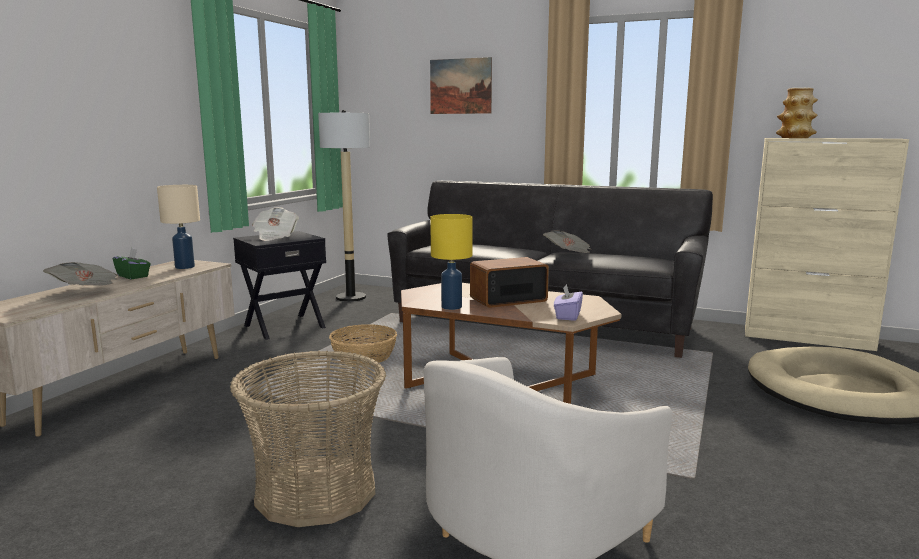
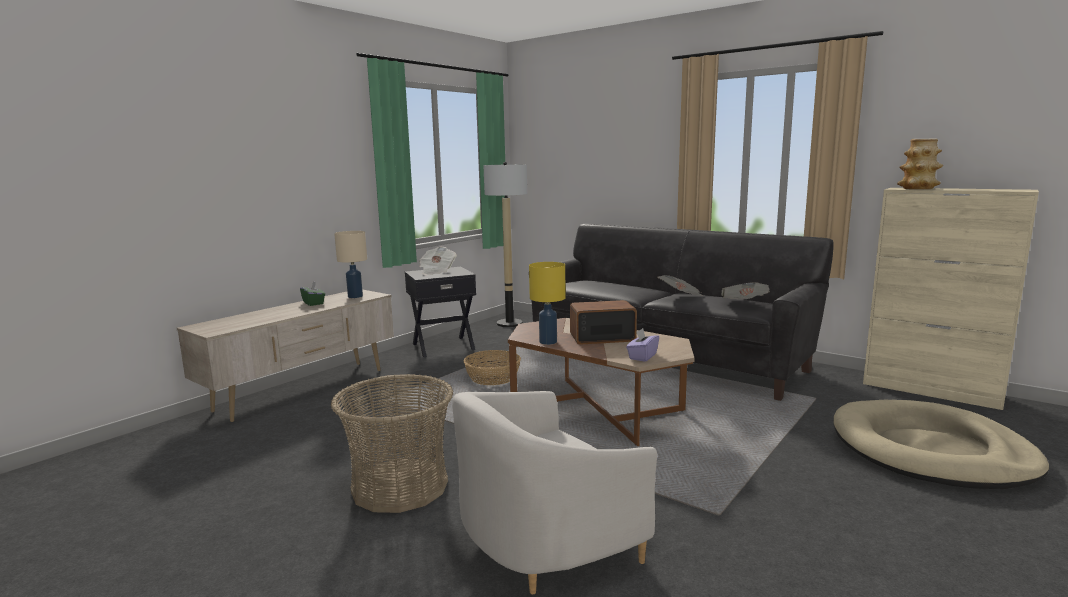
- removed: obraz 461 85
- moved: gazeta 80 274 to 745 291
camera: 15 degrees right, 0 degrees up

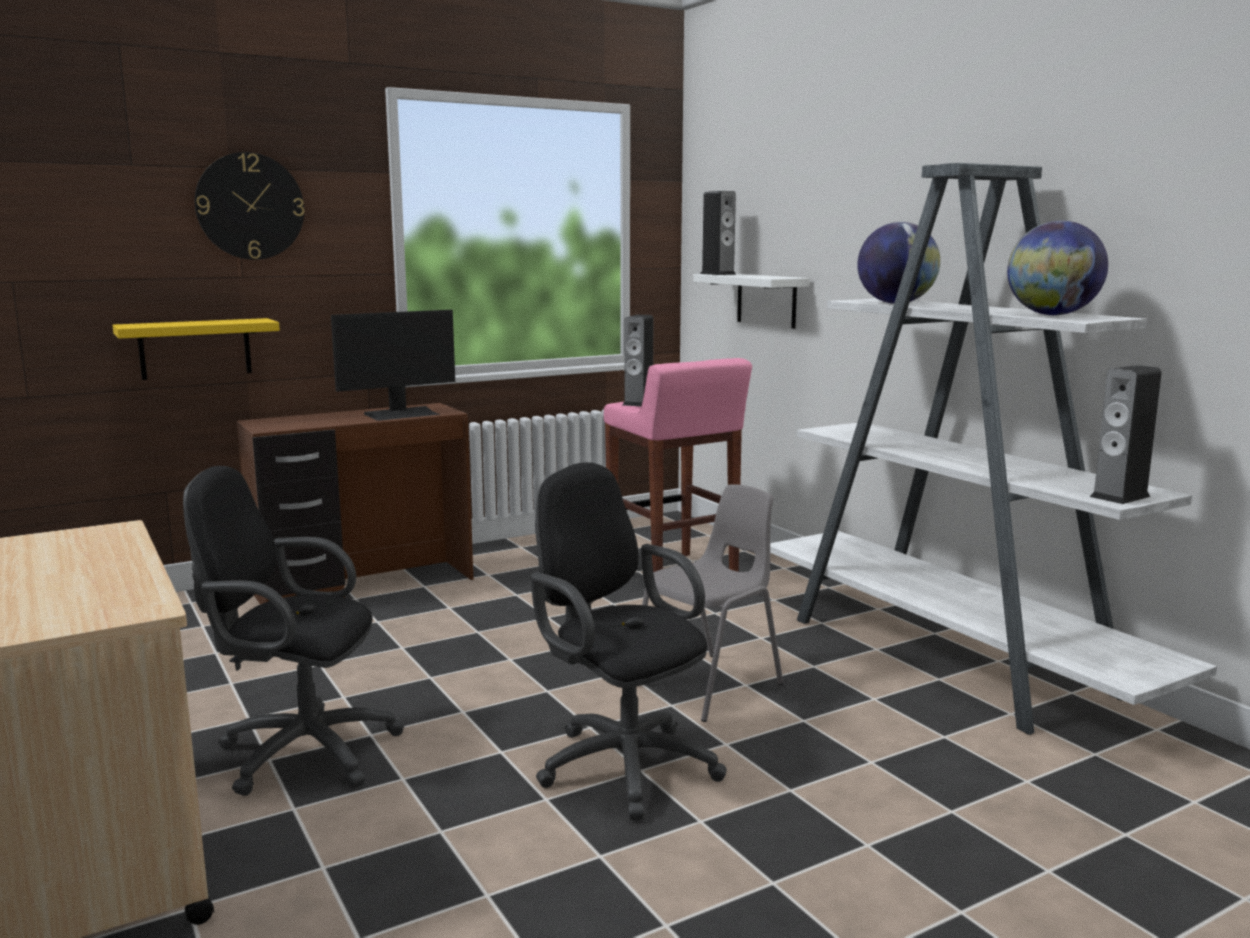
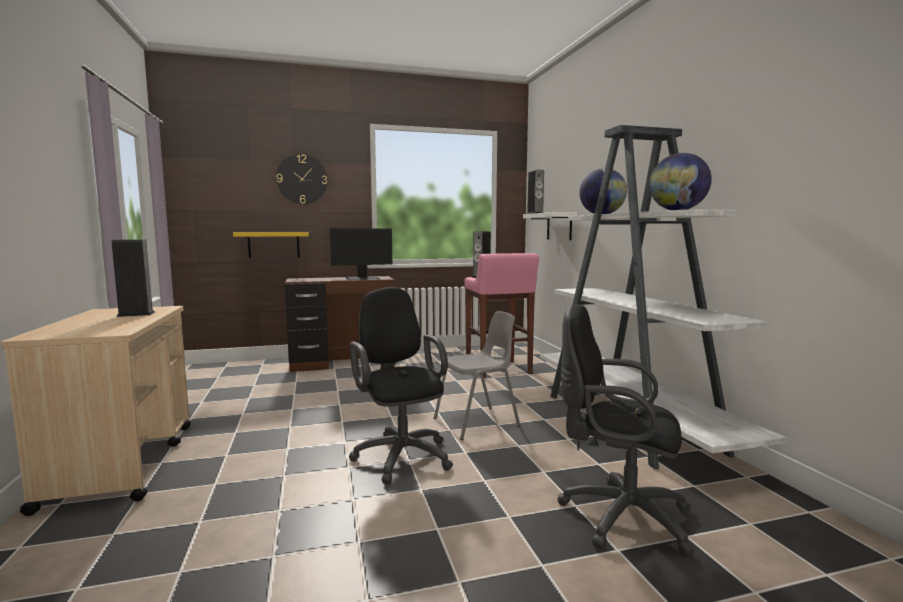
- moved: głośnik 1126 434 to 133 278
- moved: krzesło biurowe/czarny 293 631 to 626 430
camera: 15 degrees right, 5 degrees down

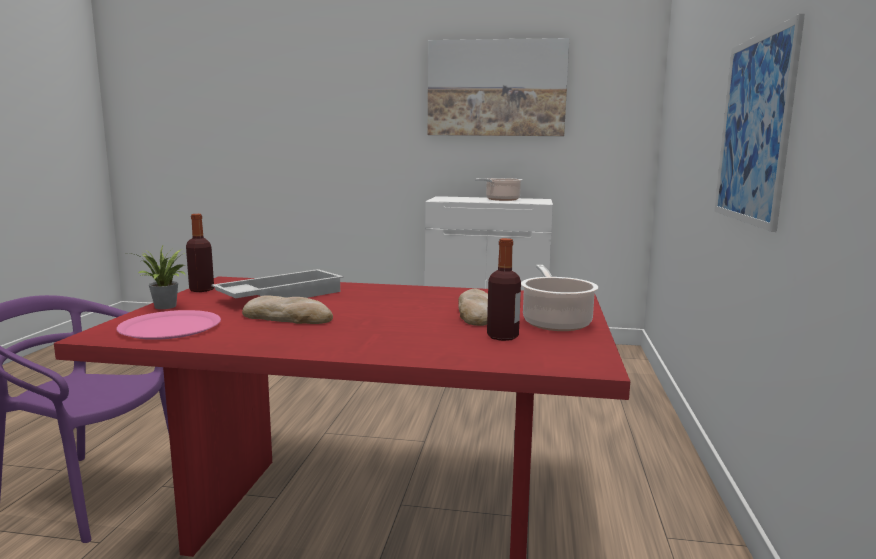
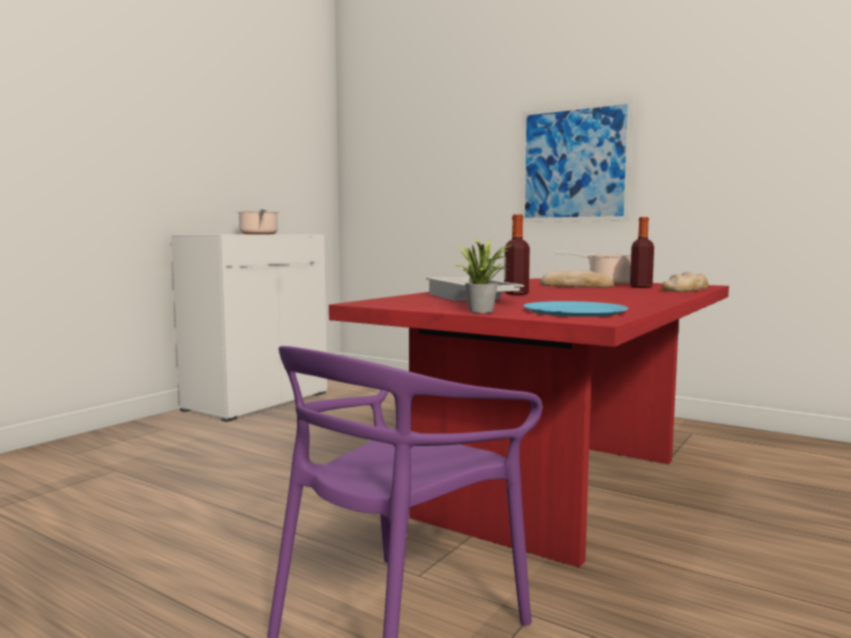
- removed: obraz 498 87
- moved: butelka 200 253 to 517 254
- moved: chleb 287 310 to 685 282
- recoloured: talerz/różowy 168 325 to talerz/niebieski 575 309
camera: 65 degrees left, 5 degrees down

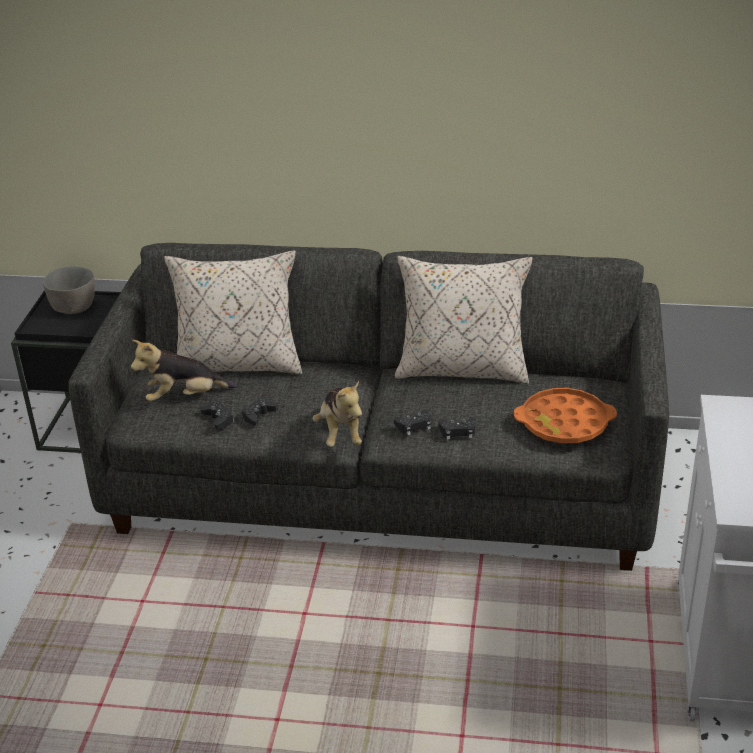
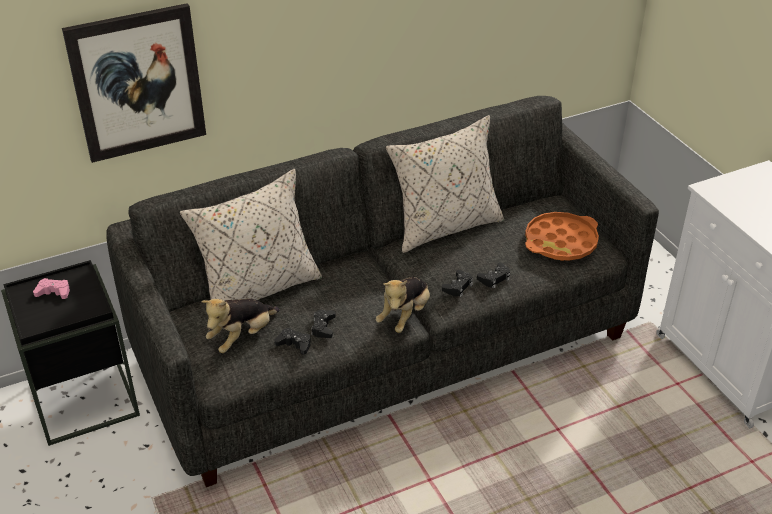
- replaced: miska/szary 69 290 to pad do gier/różowy 51 288
- turned: pluszak 337 414 = 402 305 75 degrees clockwise
- added: obraz 134 83
camera: 35 degrees left, 5 degrees up

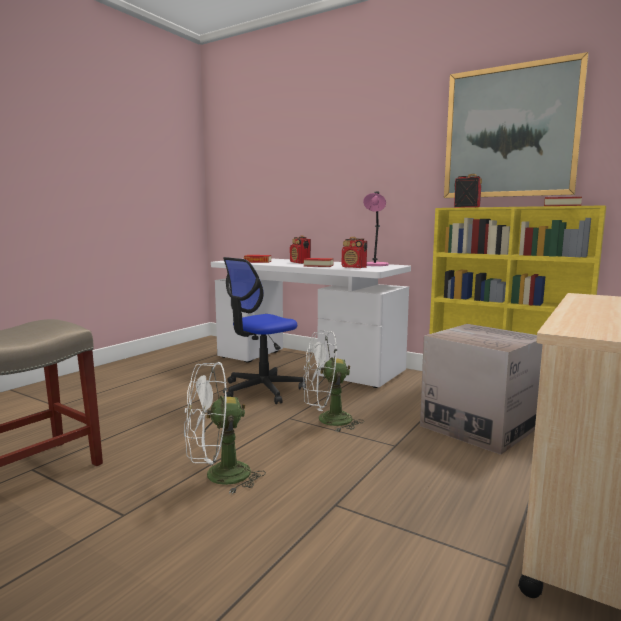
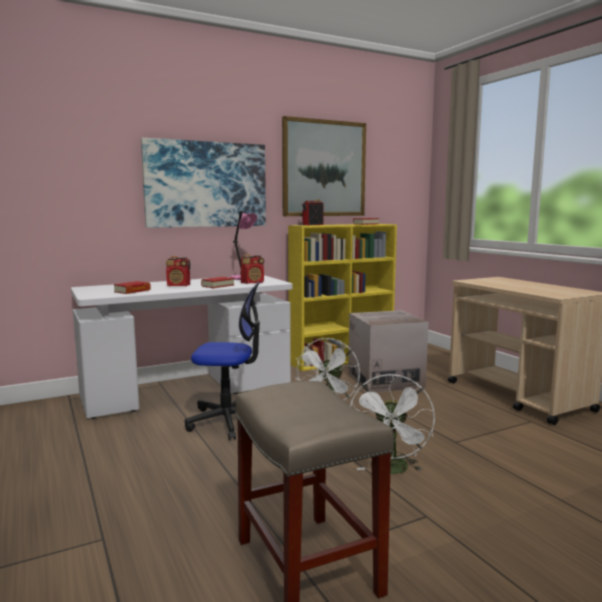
- turned: krzesło biurowe 264 330 = 222 361 75 degrees counterclockwise
- added: obraz 203 183
camera: 60 degrees left, 0 degrees up

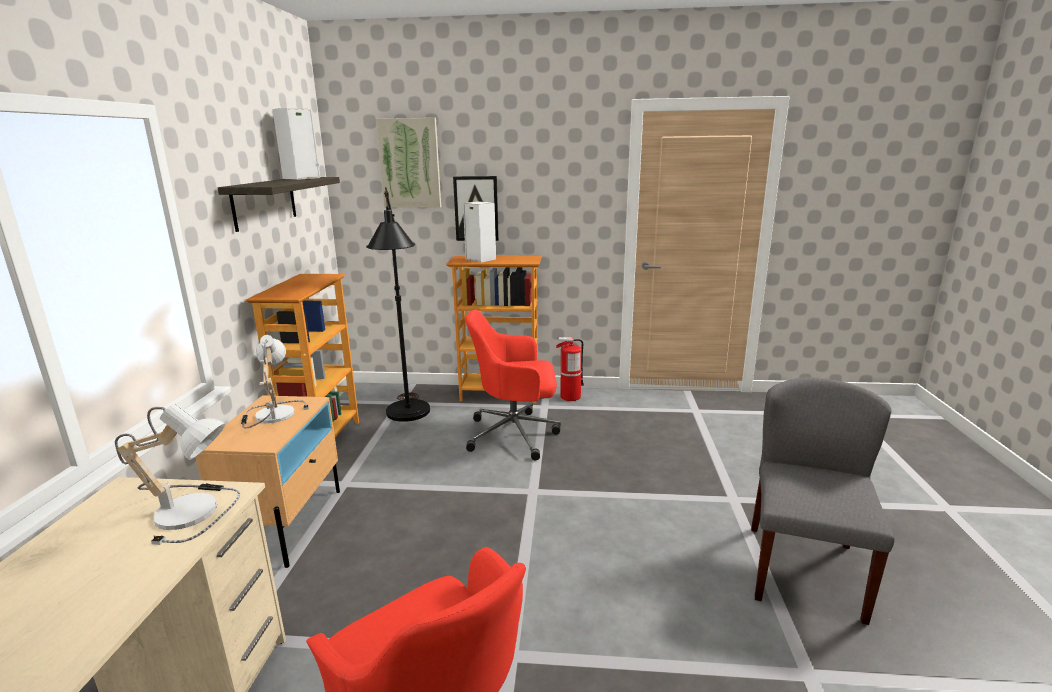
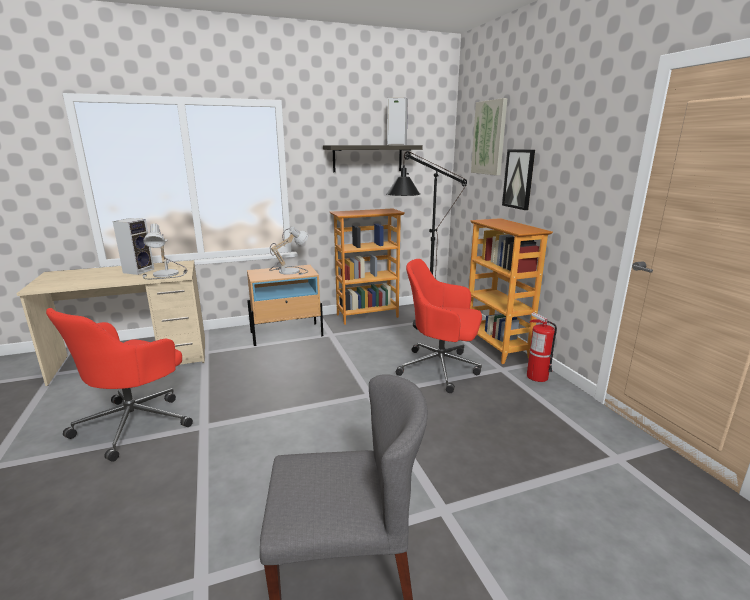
- moved: głośnik 479 231 to 133 246
- turned: krzesło biurowe/czerwony 513 385 = 439 326 45 degrees counterclockwise
camera: 65 degrees right, 0 degrees up

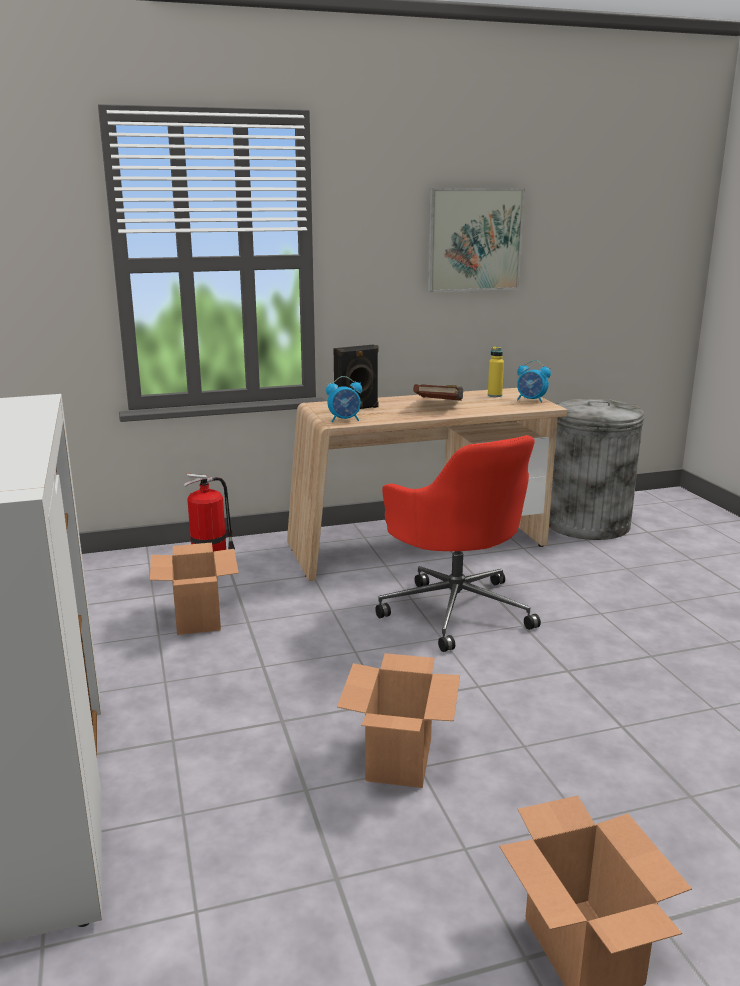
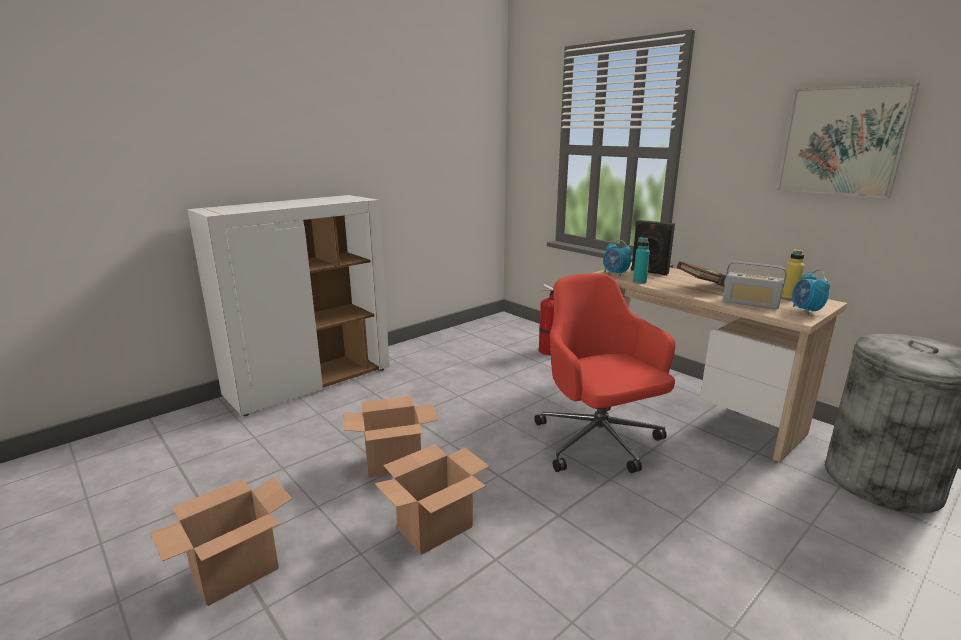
- turned: krzesło biurowe/czerwony 458 543 = 605 373 120 degrees clockwise
- moved: karton 194 589 to 431 499
- added: butelka/turkusowy 641 260
- added: radio 755 285
camera: 65 degrees right, 0 degrees up

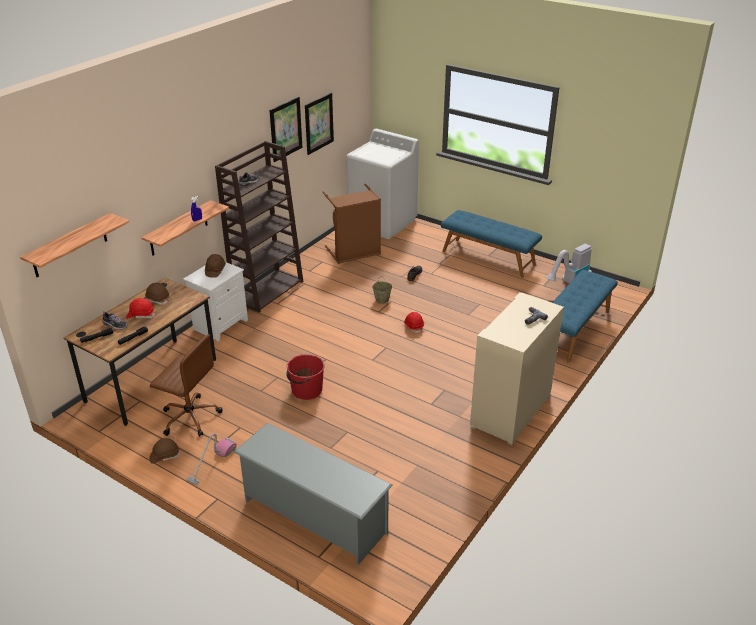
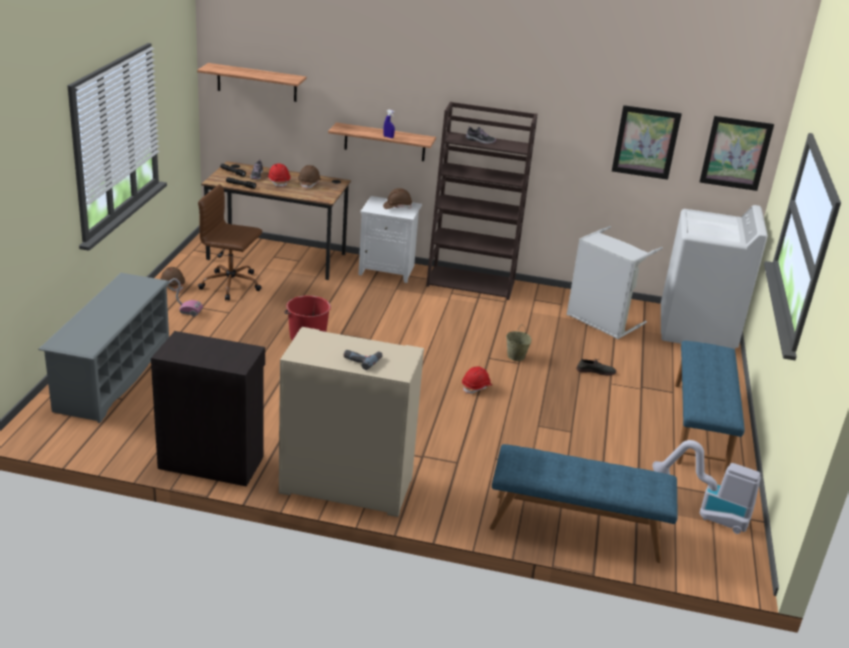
- moved: obraz 285 129 to 736 153
- recoloured: kosz na pranie/brązowy 352 223 to kosz na pranie/szary 615 282
- turned: krzesło biurowe/brązowy 186 386 = 230 242 105 degrees clockwise
- added: szafka/czarny 208 409
camera: 65 degrees right, 5 degrees down

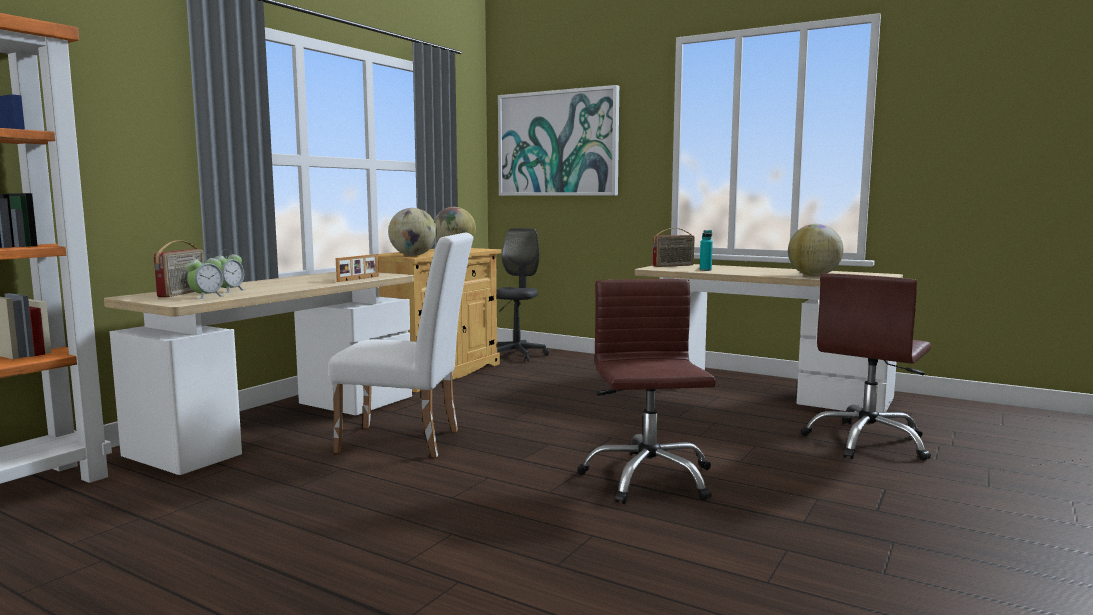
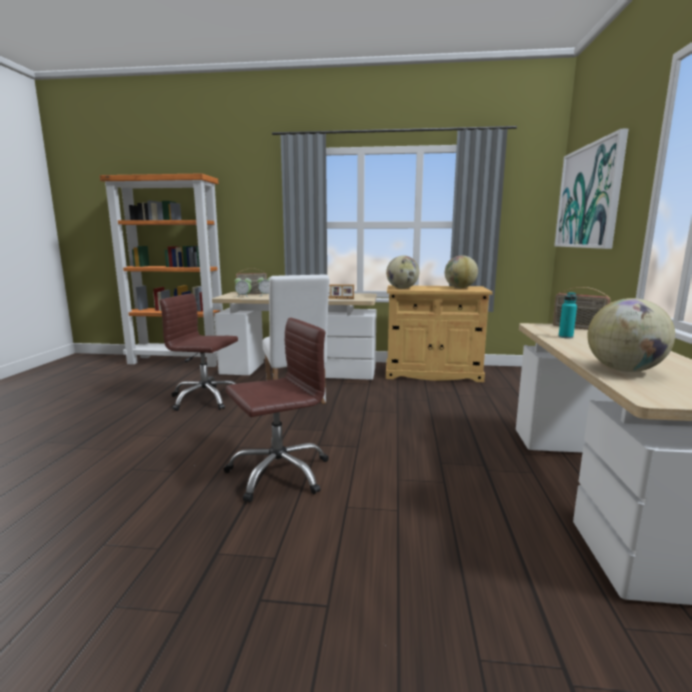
- removed: krzesło biurowe/szary 523 295
- moved: krzesło biurowe/brązowy 866 367 to 198 352
camera: 65 degrees right, 5 degrees up

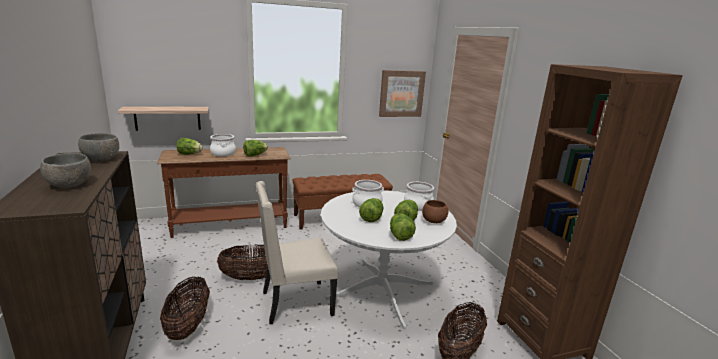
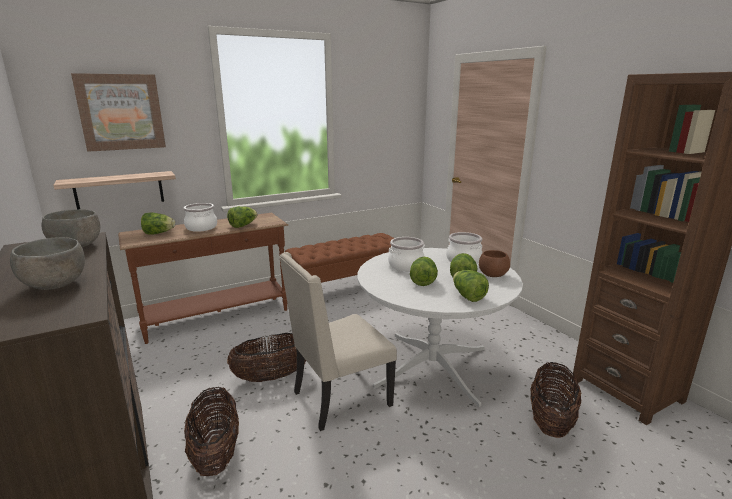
- moved: obraz 402 93 to 118 112
camera: 10 degrees left, 0 degrees up

